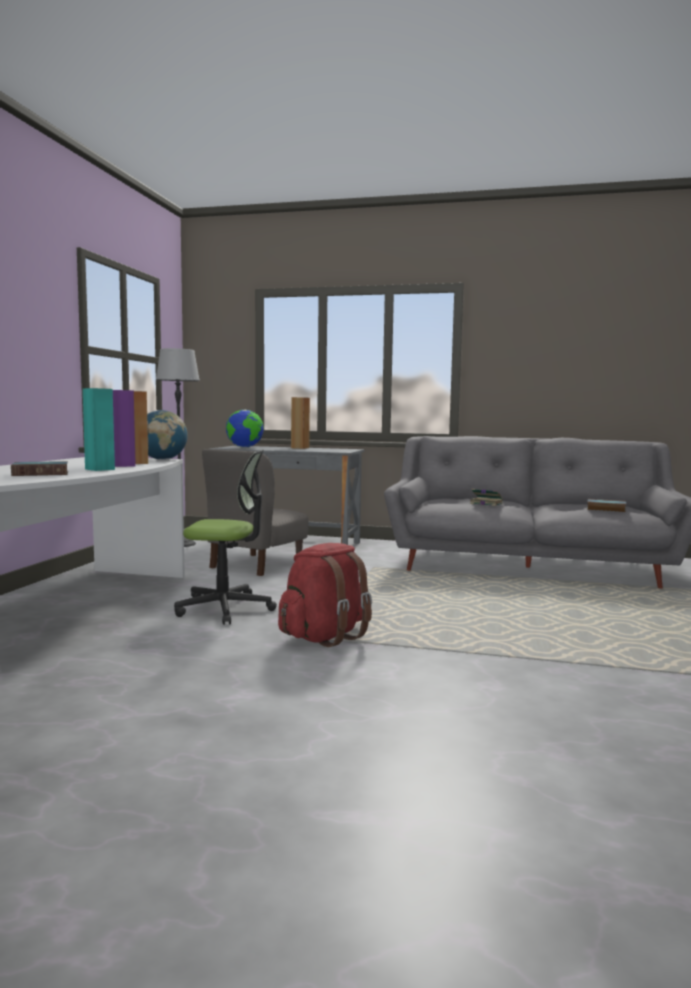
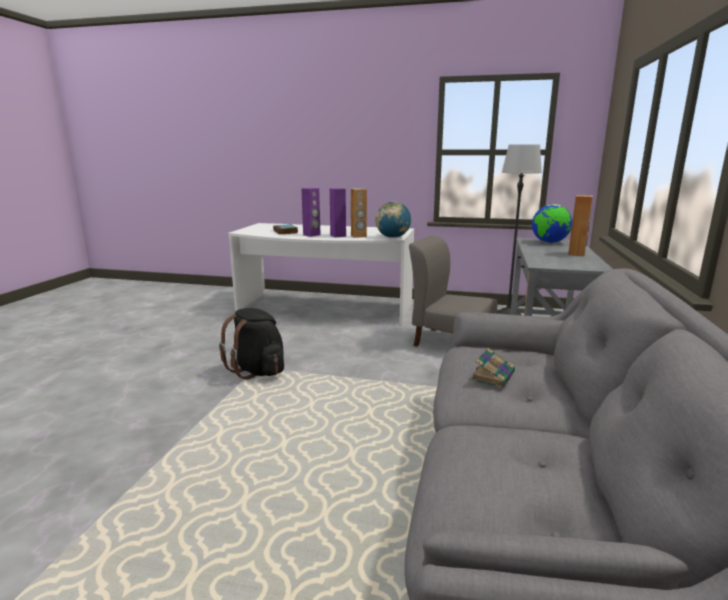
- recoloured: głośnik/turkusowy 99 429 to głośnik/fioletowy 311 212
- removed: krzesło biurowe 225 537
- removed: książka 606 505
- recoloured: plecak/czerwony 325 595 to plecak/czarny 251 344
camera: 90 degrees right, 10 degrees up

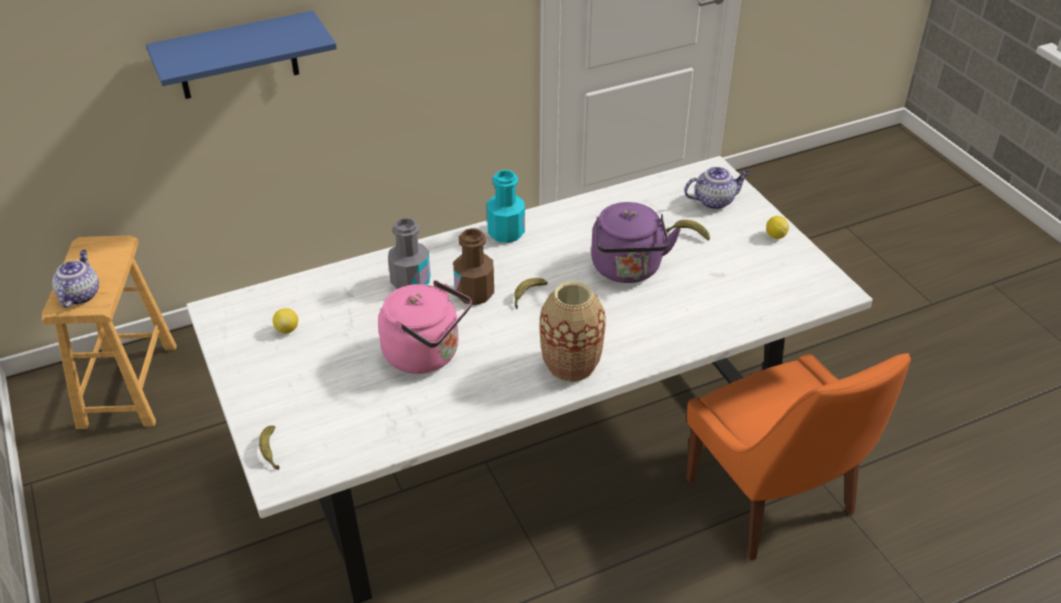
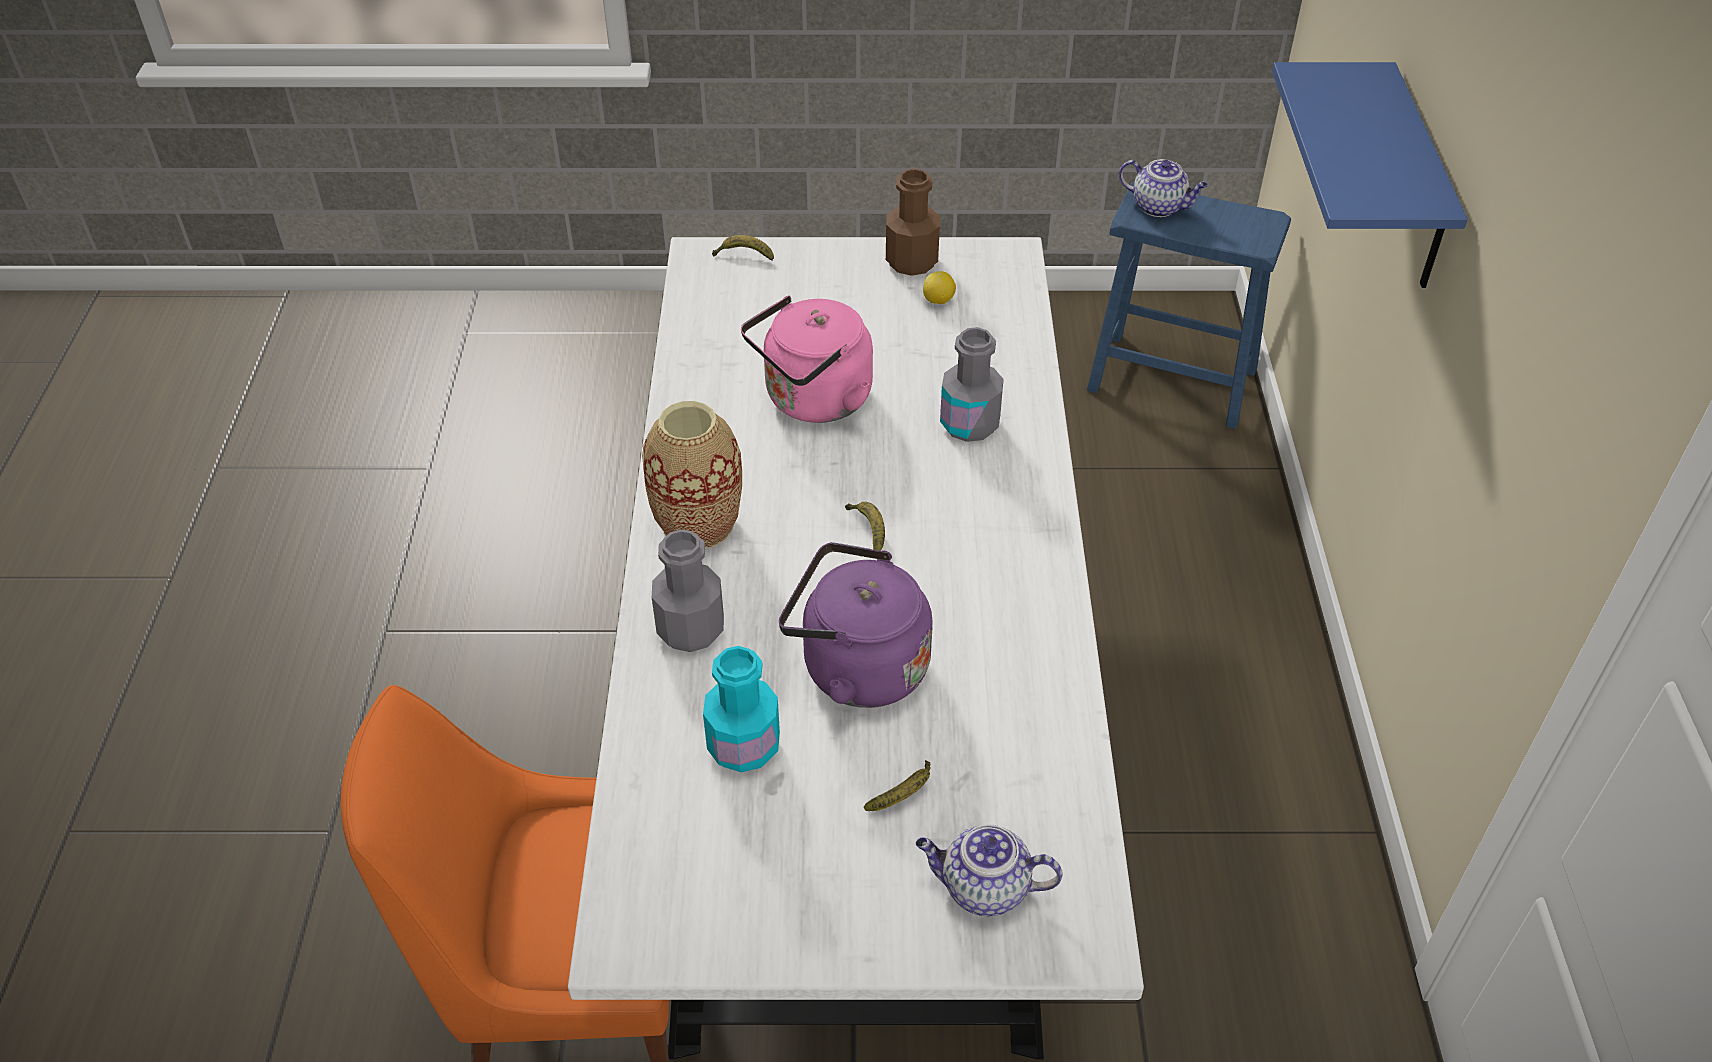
- turned: imbryk 716 188 = 989 870 90 degrees clockwise
- moved: butelka/turkusowy 506 206 to 741 709
- removed: cytryna 777 227
- moved: butelka/brązowy 473 266 to 913 222
- recoloured: stołek/brązowy 109 332 to stołek/niebieski 1189 305
- added: butelka/szary 688 590
camera: 115 degrees right, 5 degrees up

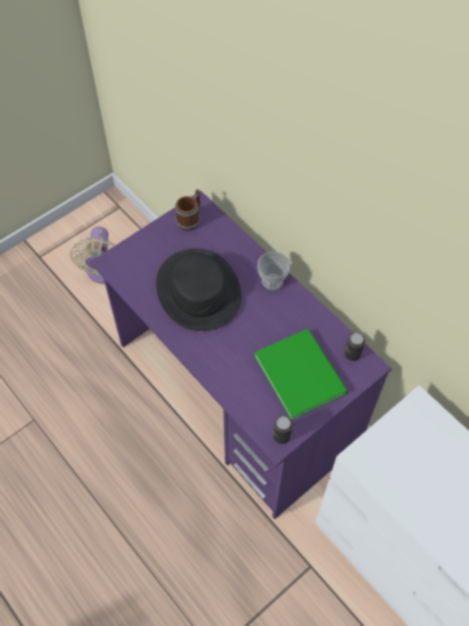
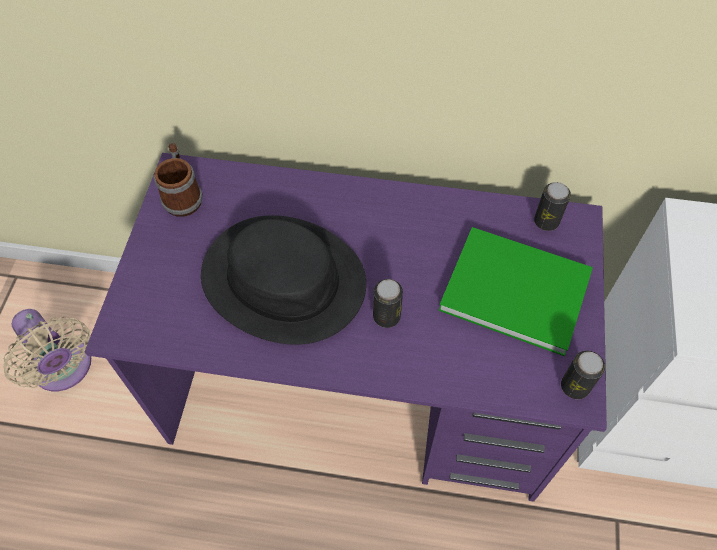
- removed: filiżanka 273 271
- added: puszka 388 303
camera: 40 degrees left, 0 degrees up

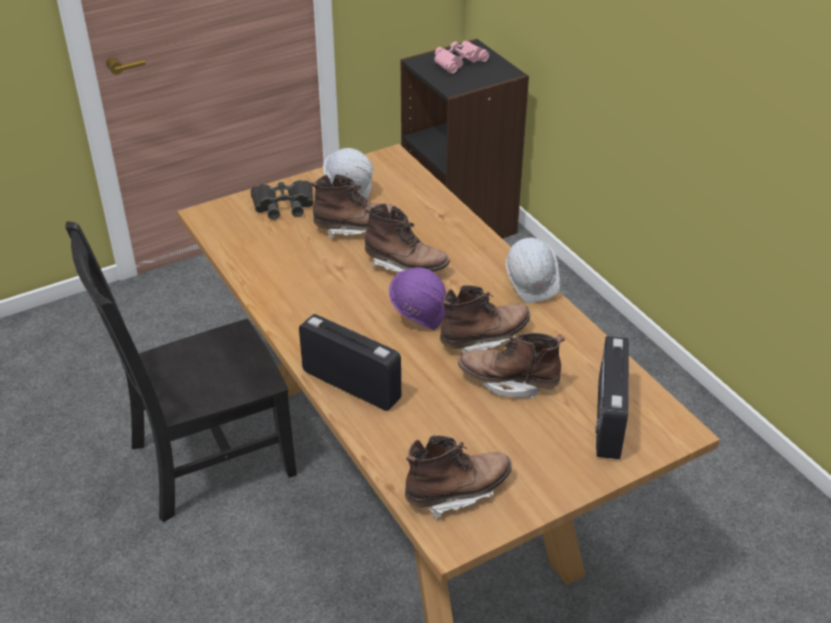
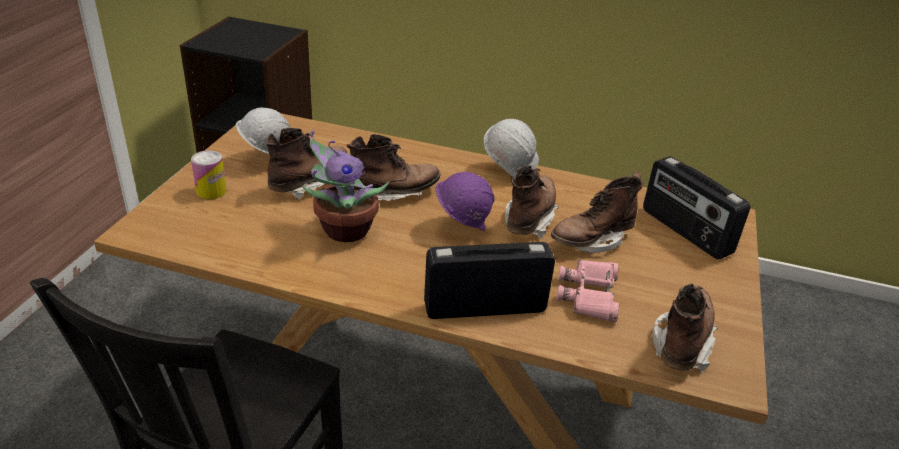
- moved: lornetka/różowy 462 57 to 587 290
- replaced: lornetka/czarny 282 200 to puszka 209 174
- added: roślina doniczkowa 345 186
camera: 45 degrees left, 5 degrees down

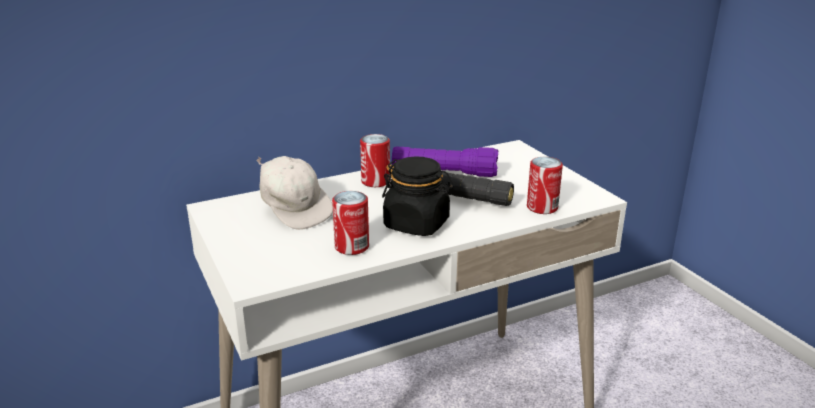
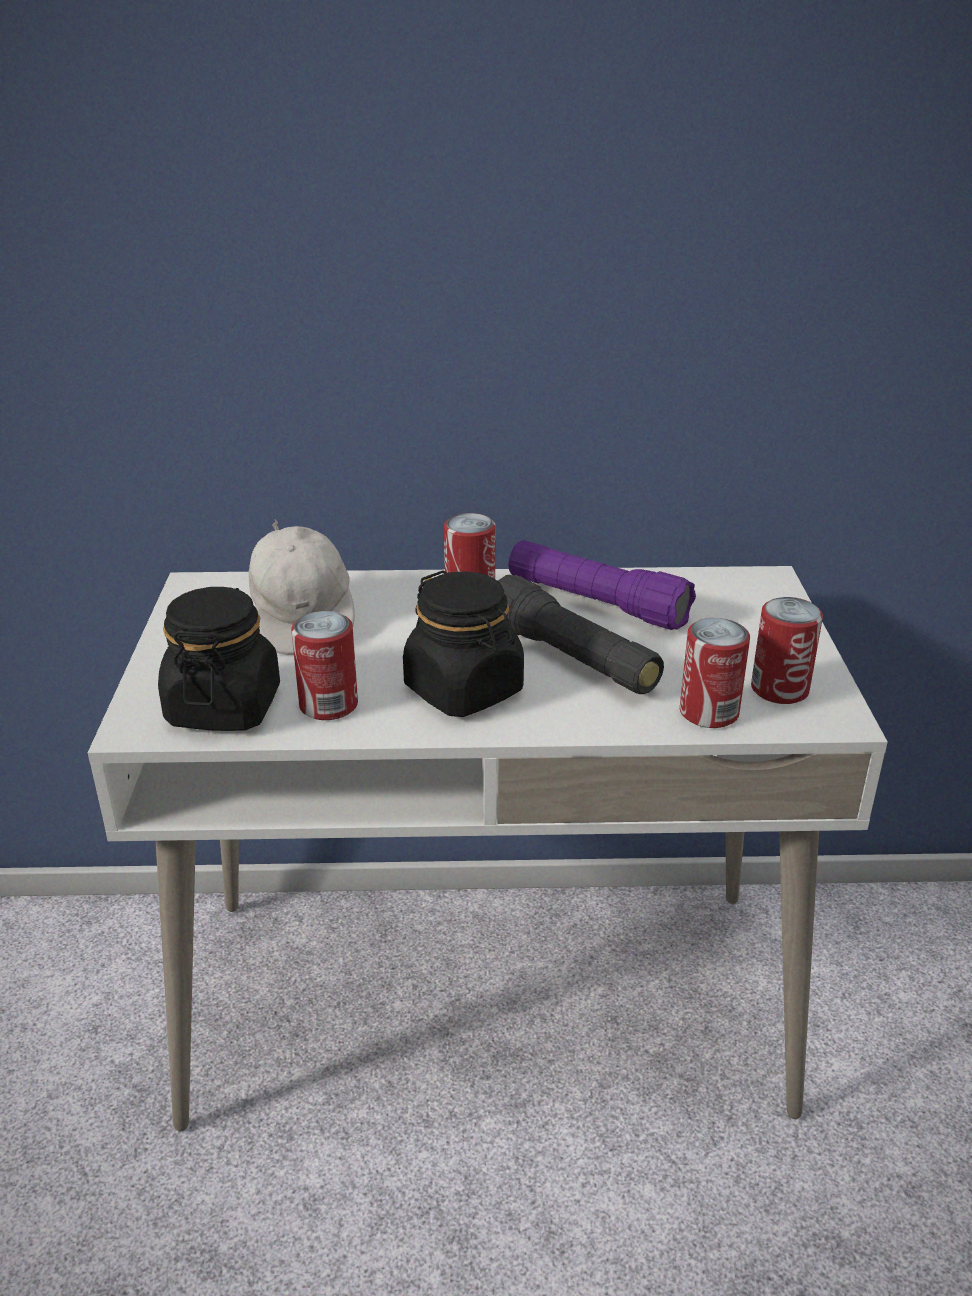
- added: słoik/czarny 219 659
- added: puszka 787 650
camera: 25 degrees right, 5 degrees up

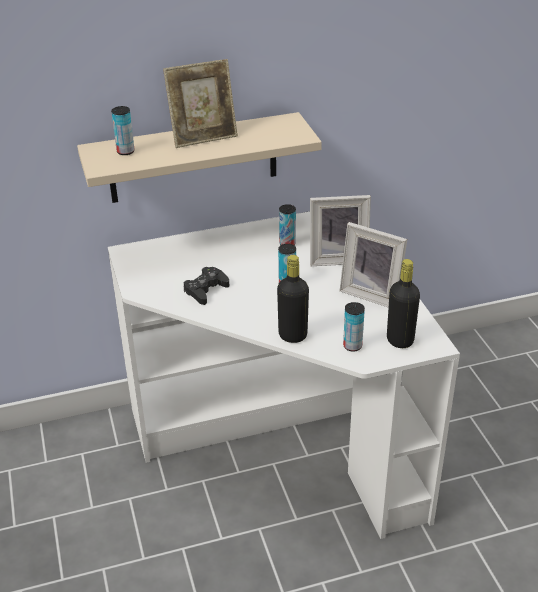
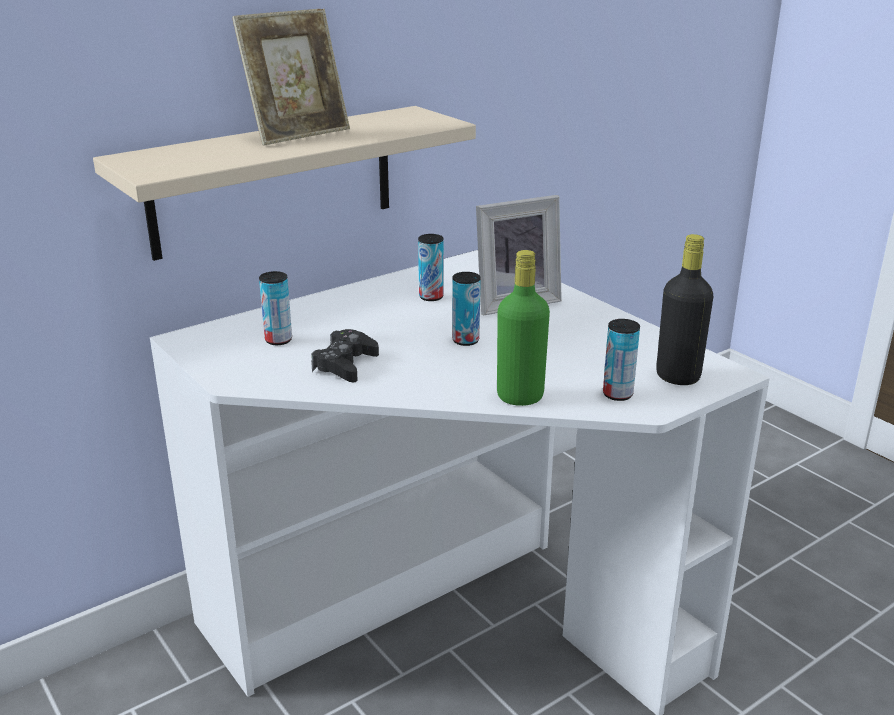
- moved: puszka 123 130 to 275 308
- removed: ramka na zdjęcie 373 265
- recoloured: butelka/czarny 293 299 to butelka/zielony 523 328
camera: 20 degrees left, 10 degrees down

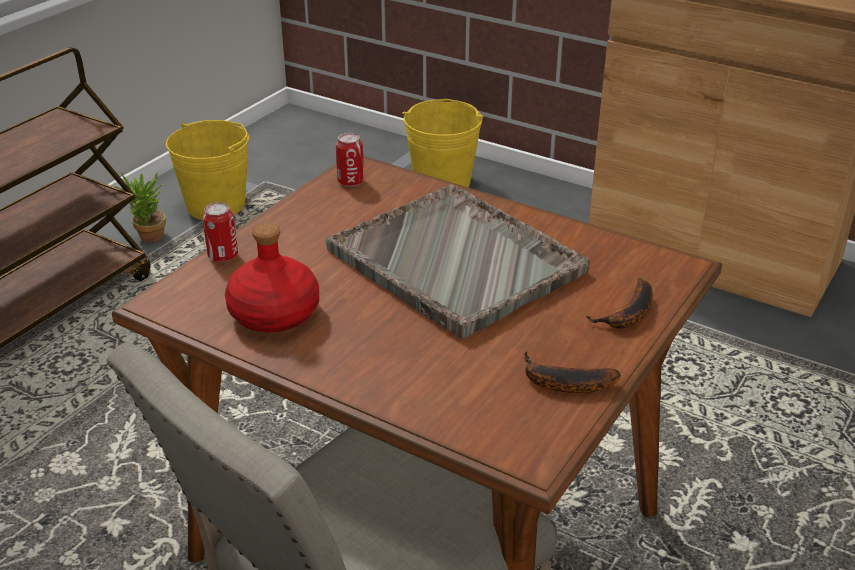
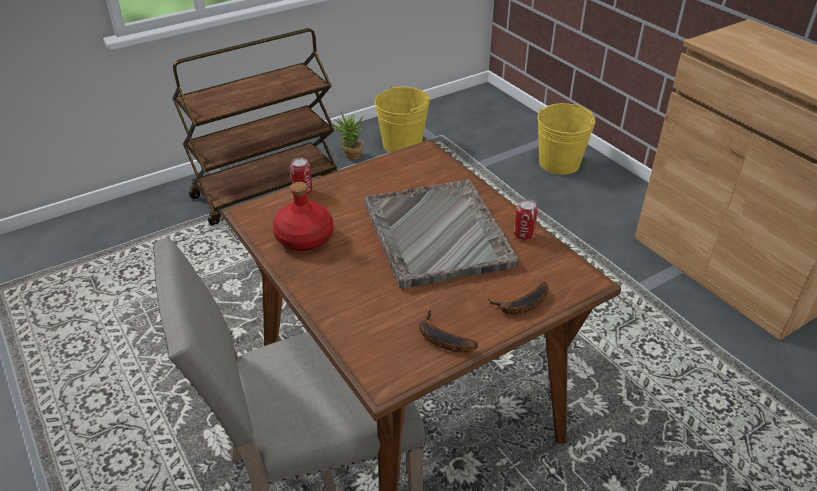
- moved: puszka 350 160 to 526 219
camera: 25 degrees right, 5 degrees up

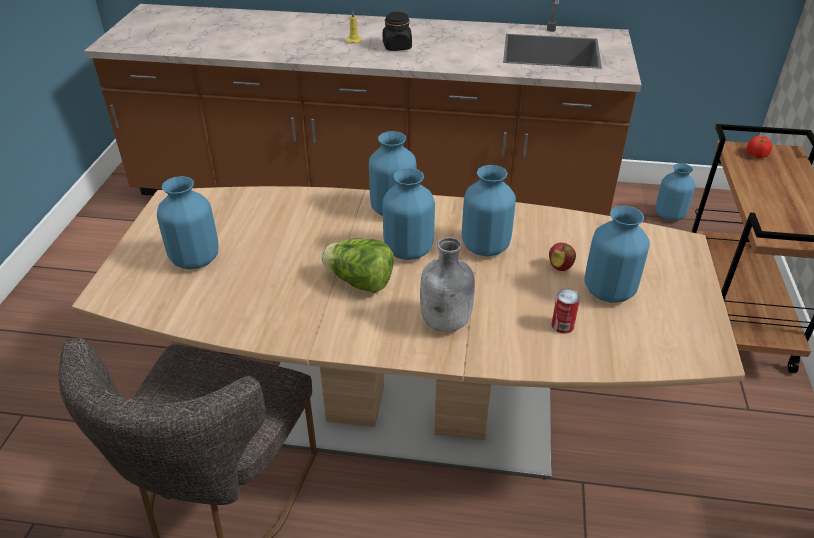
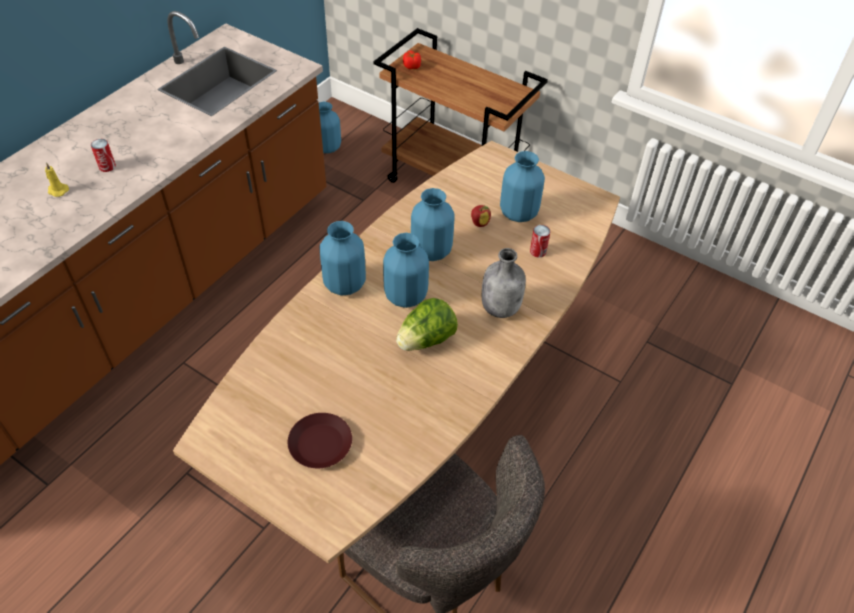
- replaced: słoik/czarny 397 31 to puszka 103 155
- replaced: wazon/niebieski 188 222 to talerz/brązowy 320 440
camera: 65 degrees left, 10 degrees up

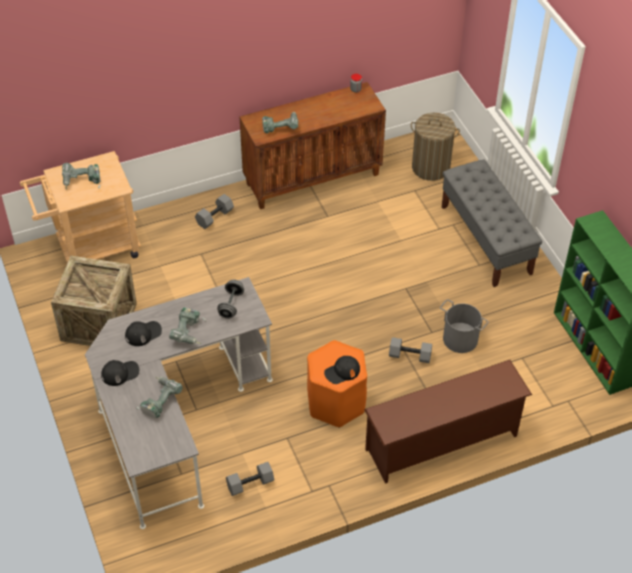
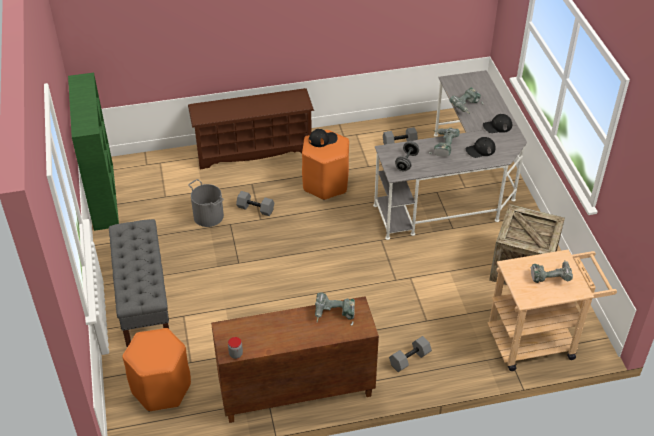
- replaced: kosz na pranie 435 147 to stołek/pomarańczowy 156 370
camera: 170 degrees left, 5 degrees down

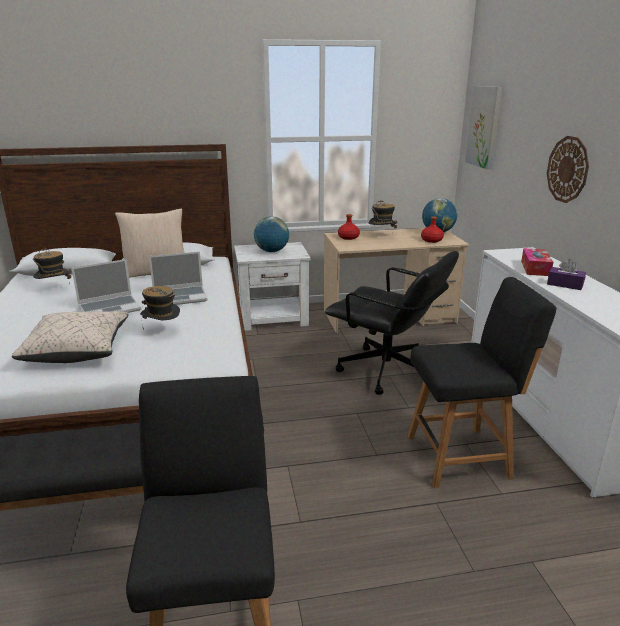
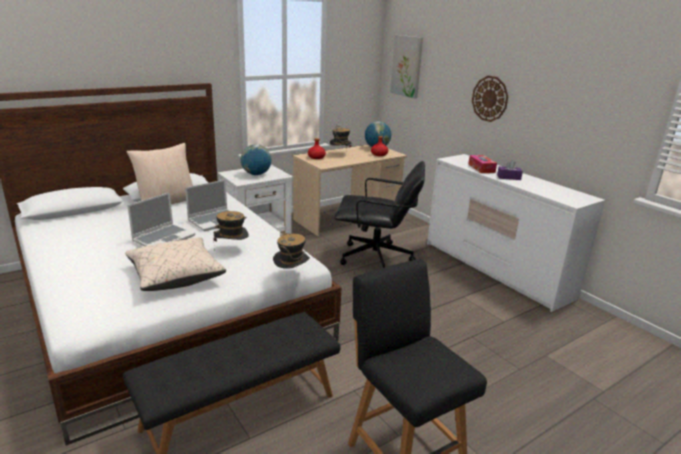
- moved: kapelusz 52 266 to 291 249
- removed: krzesło/czarny 482 382
camera: 25 degrees left, 0 degrees up

